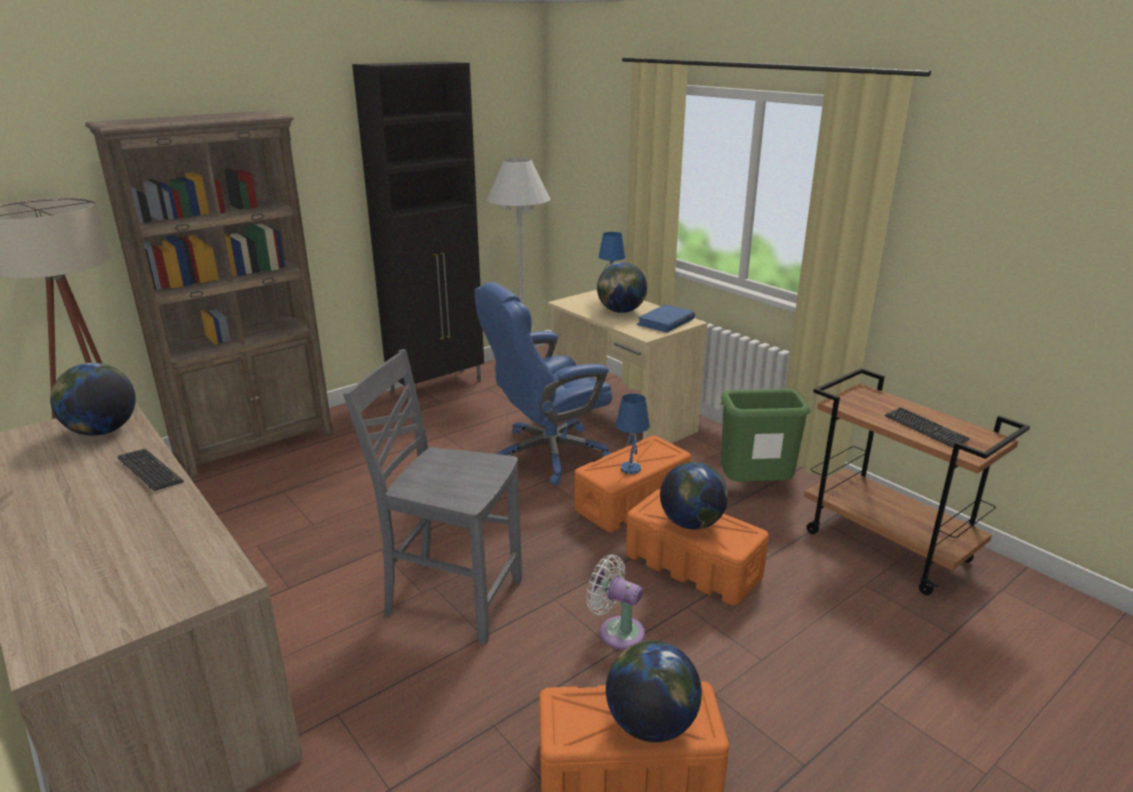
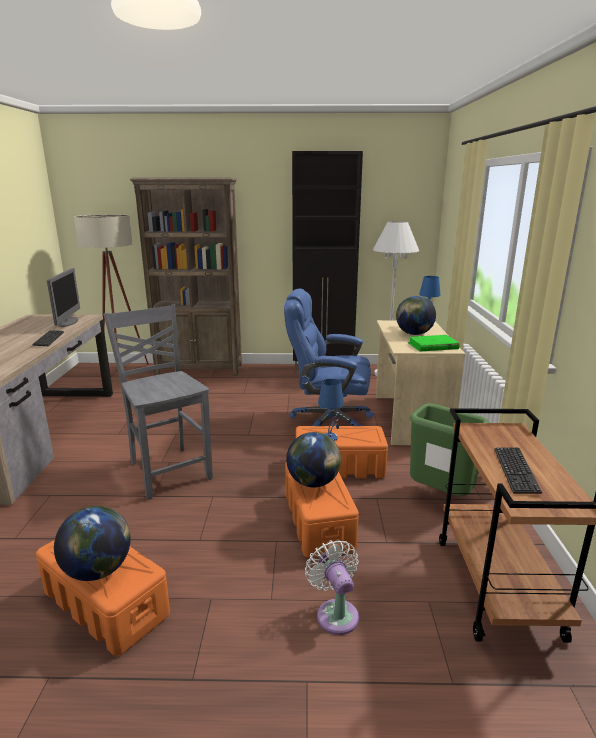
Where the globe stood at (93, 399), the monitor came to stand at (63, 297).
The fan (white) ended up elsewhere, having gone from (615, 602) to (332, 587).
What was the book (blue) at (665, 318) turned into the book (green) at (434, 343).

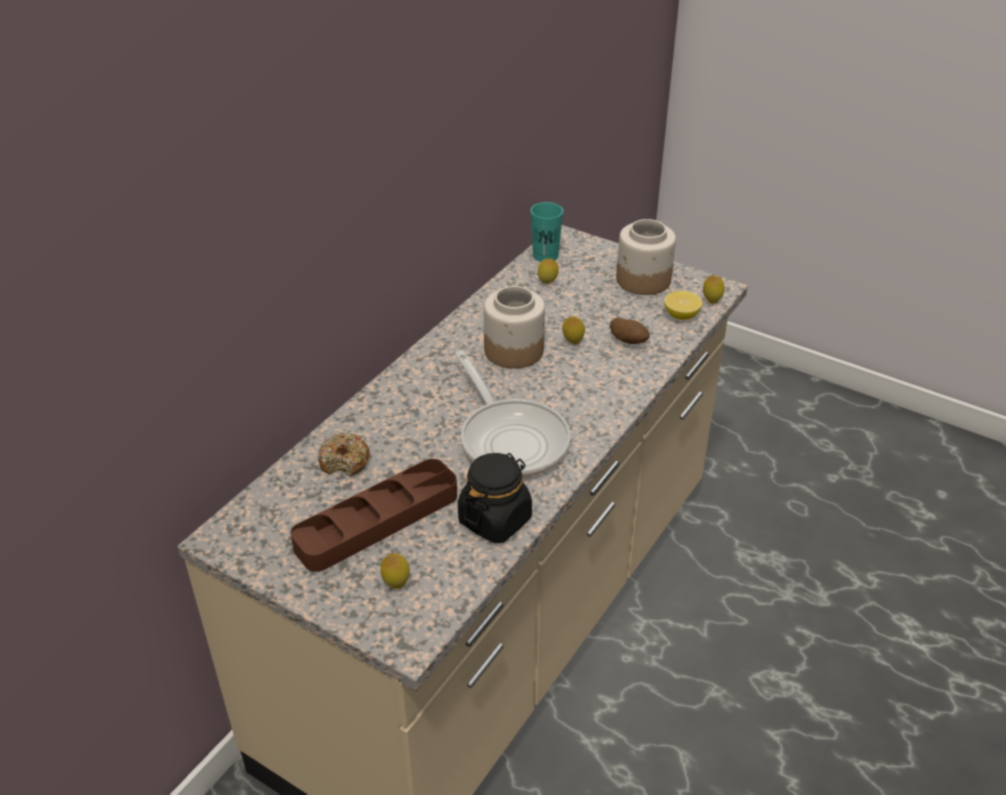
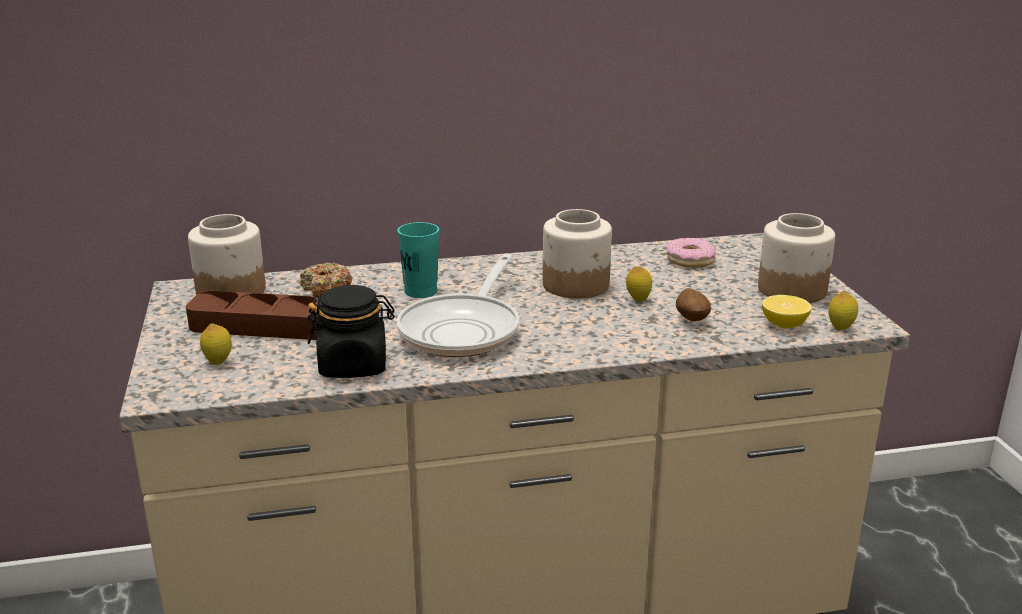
The second view gained the jar at (227, 254).
The cup (turquoise) ended up elsewhere, having gone from (547, 232) to (418, 260).
Where the lemon stood at (548, 271), the donut came to stand at (691, 253).

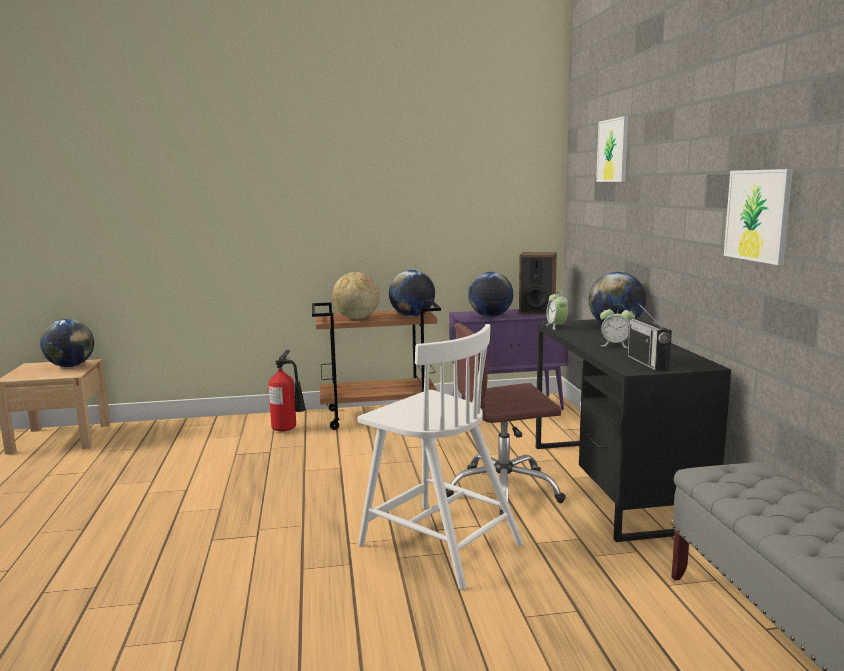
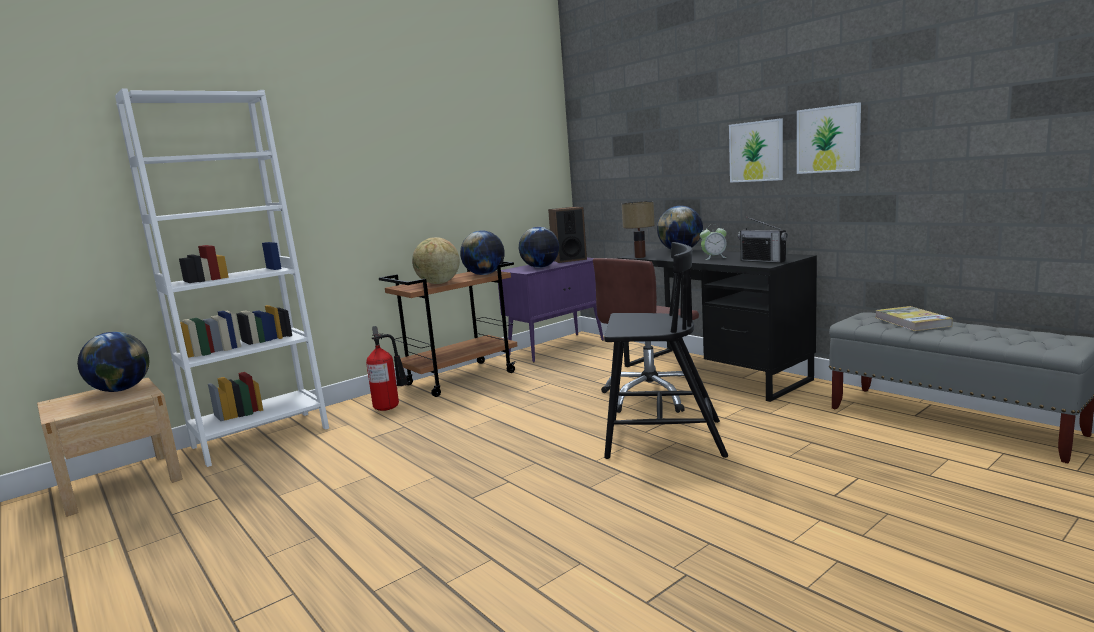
The second view gained the bookcase (white) at (222, 277).
What was the chair (white) at (441, 457) turned into the chair (black) at (666, 350).
Where the alarm clock stood at (557, 310), the table lamp came to stand at (638, 229).
The picture ended up elsewhere, having gone from (612, 149) to (756, 150).
The second view gained the book at (914, 318).

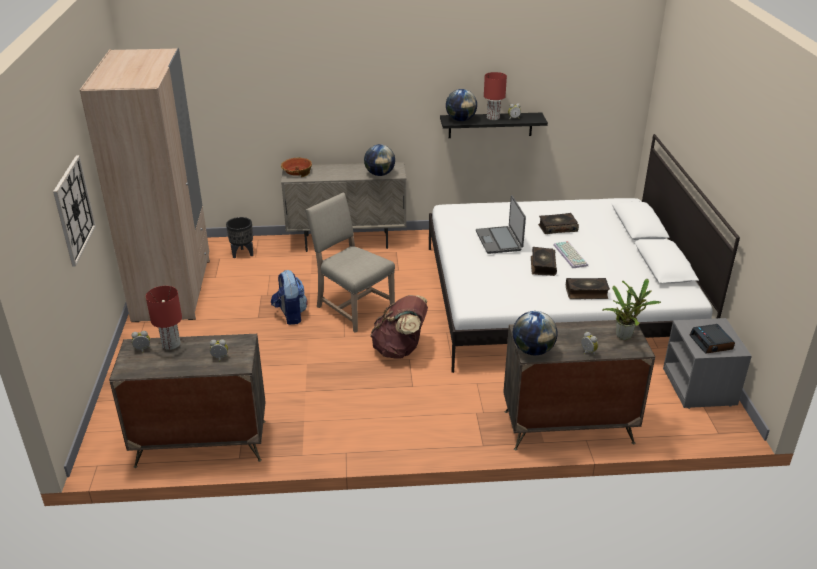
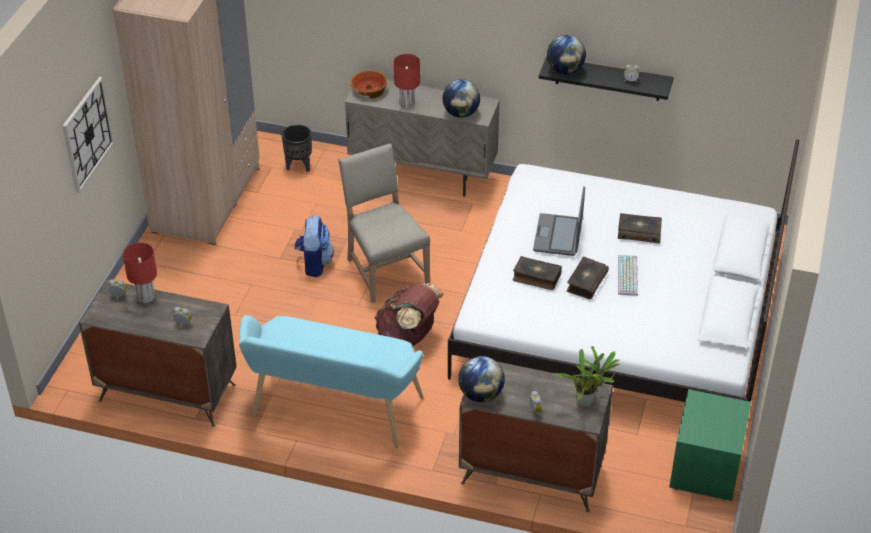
The second view gained the bench (turquoise) at (331, 382).
The table lamp (red) ended up elsewhere, having gone from (495, 96) to (407, 81).
The book ended up elsewhere, having gone from (588, 288) to (537, 273).
What was the nightstand (grey) at (707, 363) turned into the nightstand (green) at (710, 445).
The second view lost the alarm clock at (712, 339).

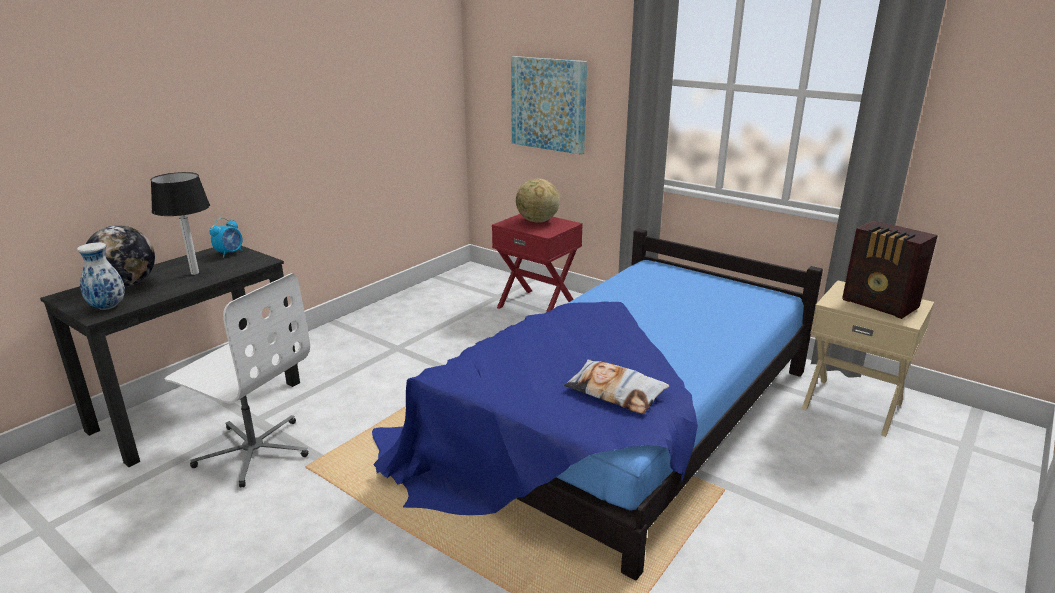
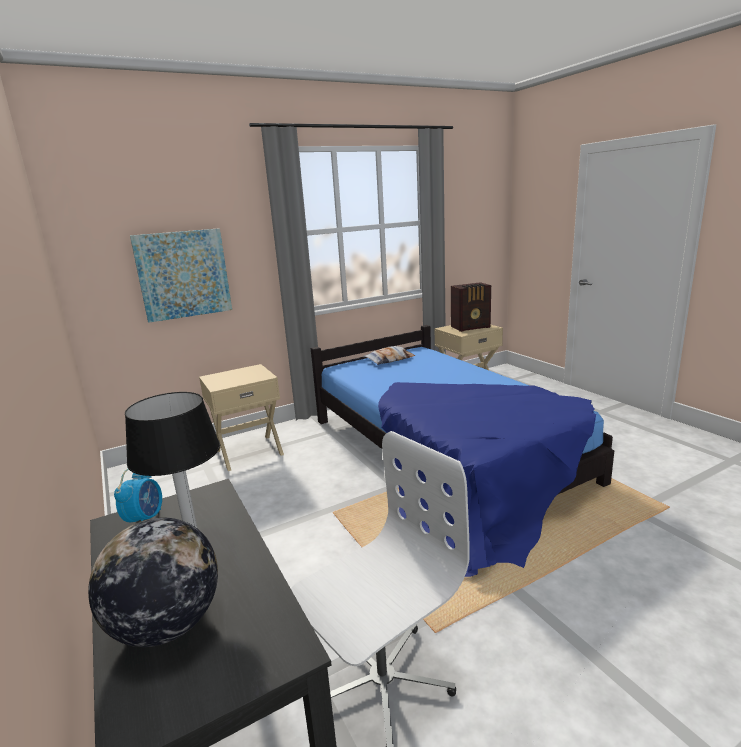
The alarm clock at (226, 238) ended up facing another way, 45 degrees clockwise from before.
What was the nightstand (red) at (537, 263) turned into the nightstand (beige) at (241, 417).
The pillow ended up elsewhere, having gone from (616, 386) to (389, 355).
The second view lost the vase at (101, 276).
The second view lost the globe at (538, 200).

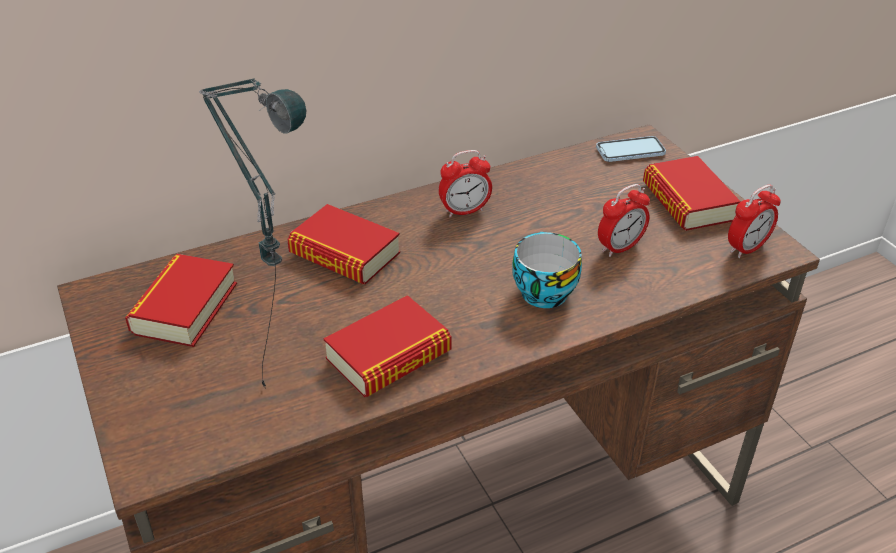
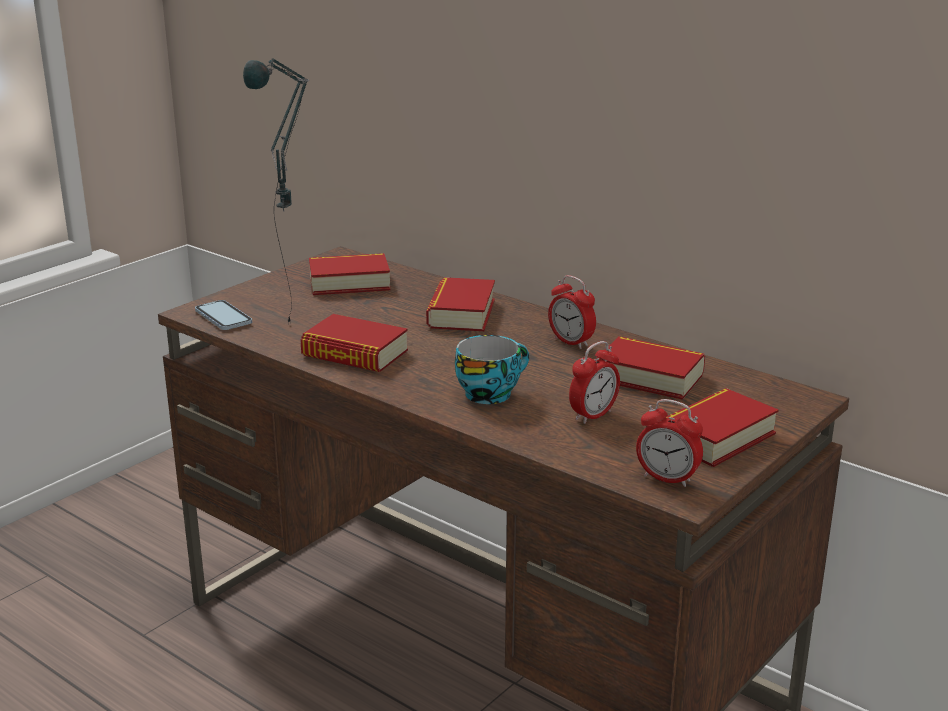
The phone ended up elsewhere, having gone from (631, 149) to (223, 315).
The alarm clock at (624, 220) ended up facing another way, 75 degrees counterclockwise from before.
The second view gained the book at (650, 368).

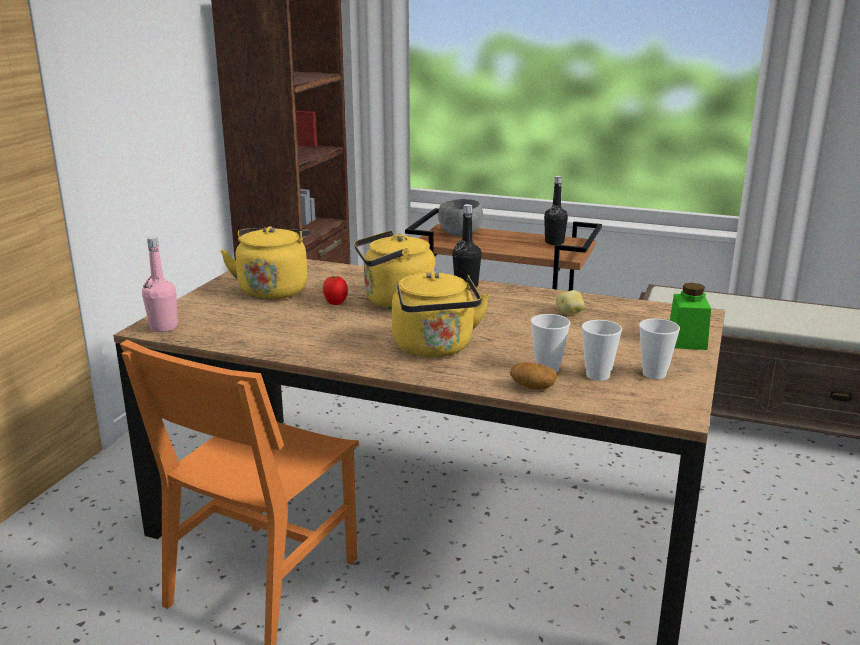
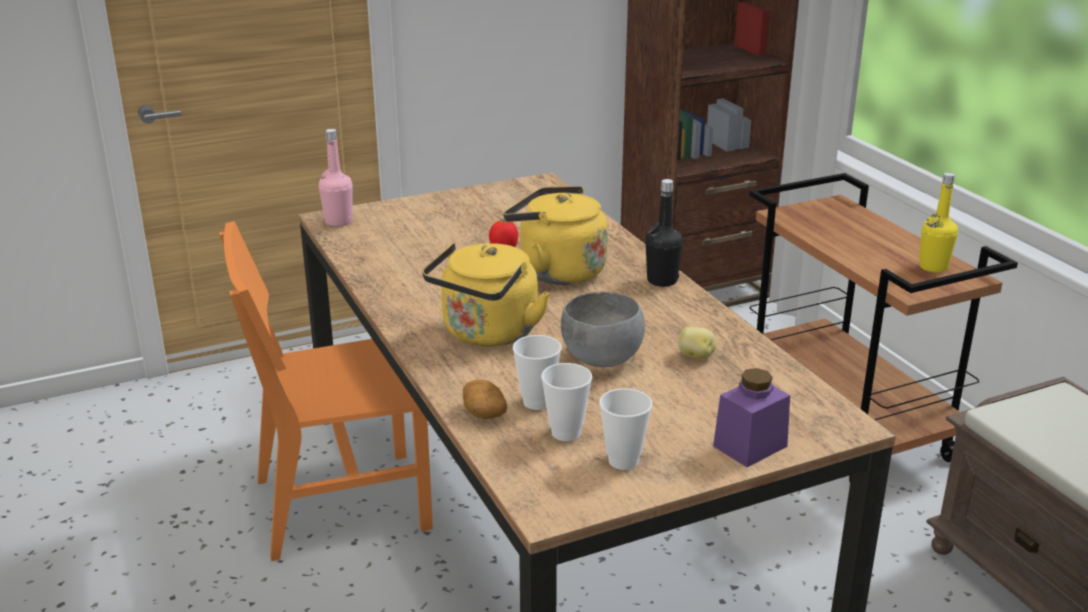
The bowl (grey) ended up elsewhere, having gone from (460, 217) to (603, 329).
What was the jar (green) at (690, 316) turned into the jar (purple) at (751, 417).
What was the bottle (black) at (556, 210) turned into the bottle (yellow) at (938, 223).
The second view lost the kettle (yellow) at (265, 263).

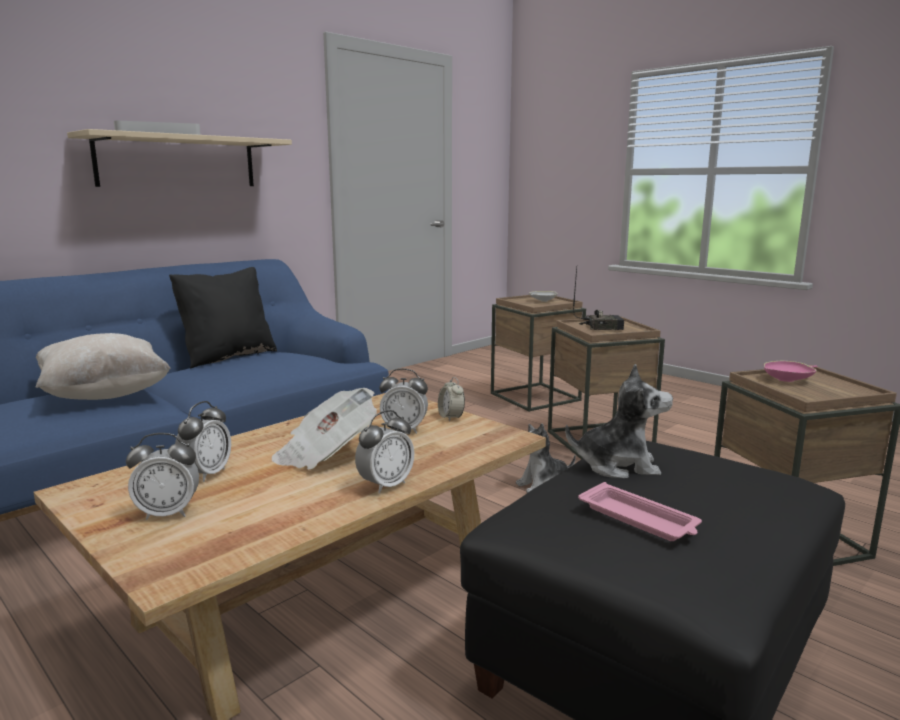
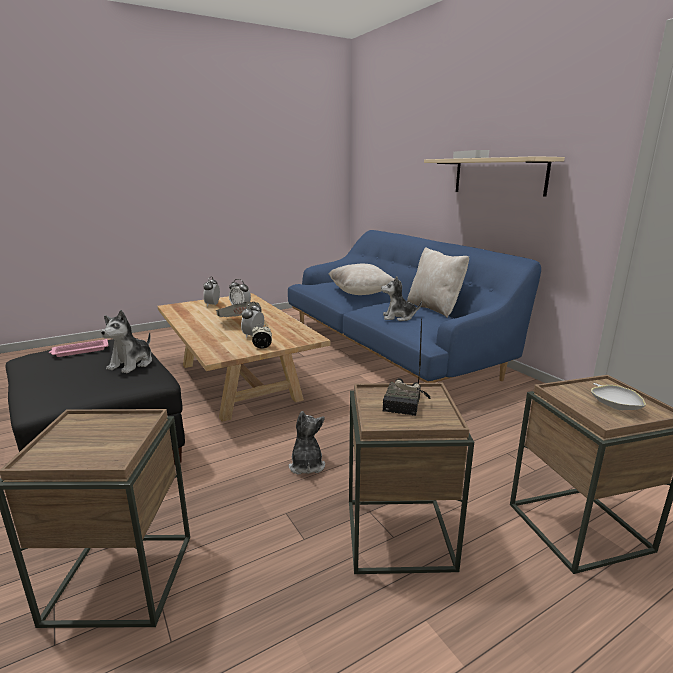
The second view gained the plush toy at (401, 298).
What was the pillow (black) at (223, 317) turned into the pillow (beige) at (438, 282).
The second view lost the alarm clock at (384, 452).
The second view lost the bowl (pink) at (791, 371).

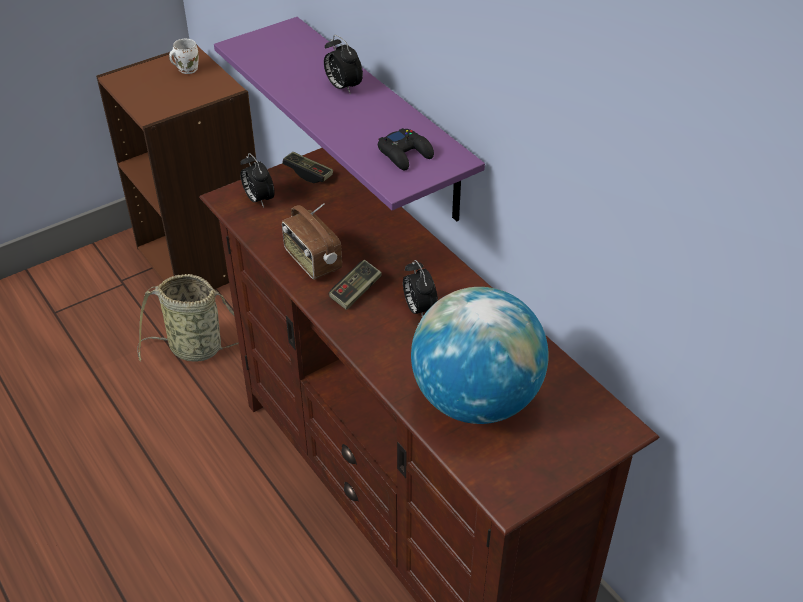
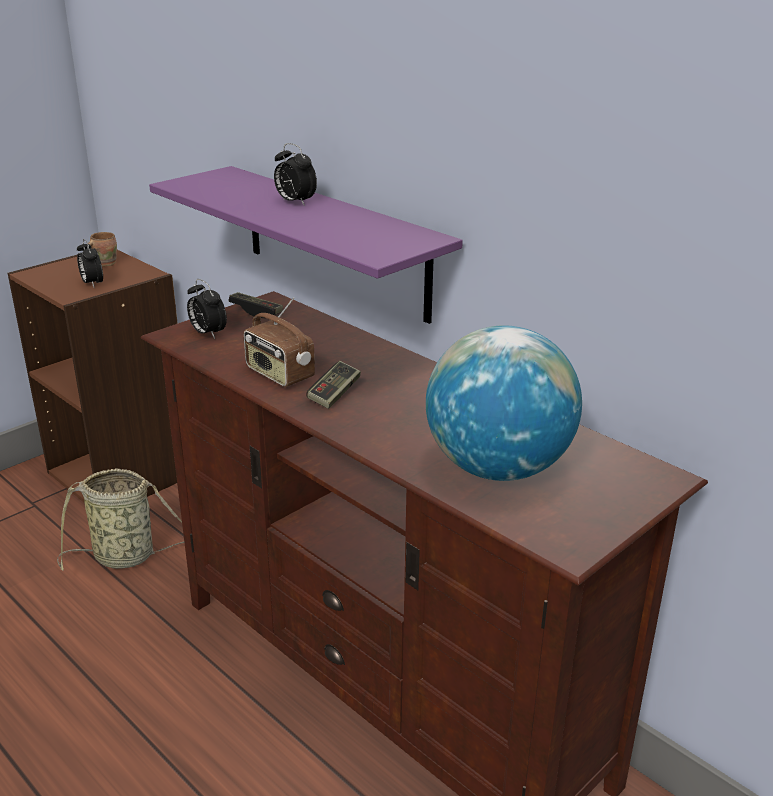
The alarm clock ended up elsewhere, having gone from (420, 288) to (90, 263).
What was the mug (white) at (184, 56) turned into the mug (brown) at (102, 249).
The second view lost the game controller (black) at (406, 149).

